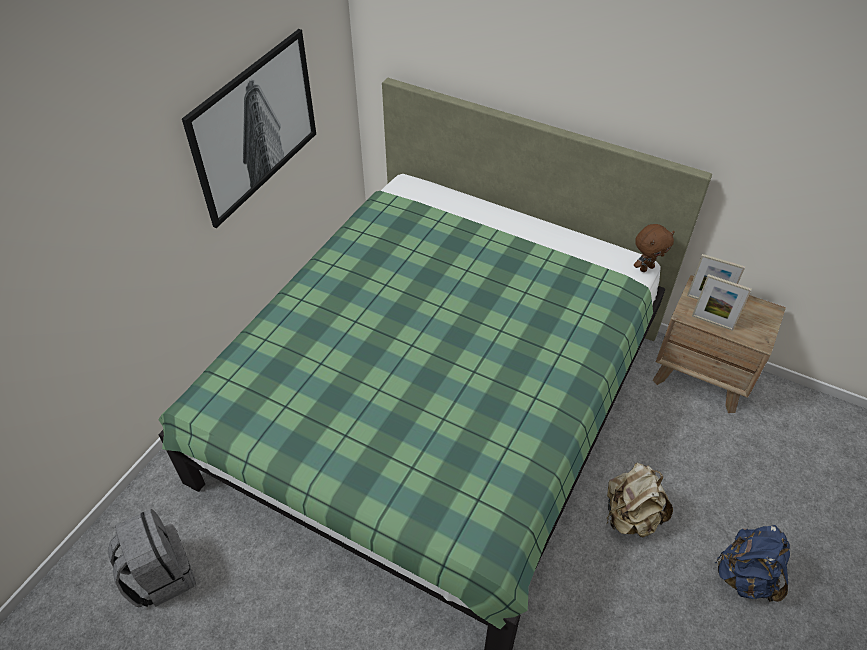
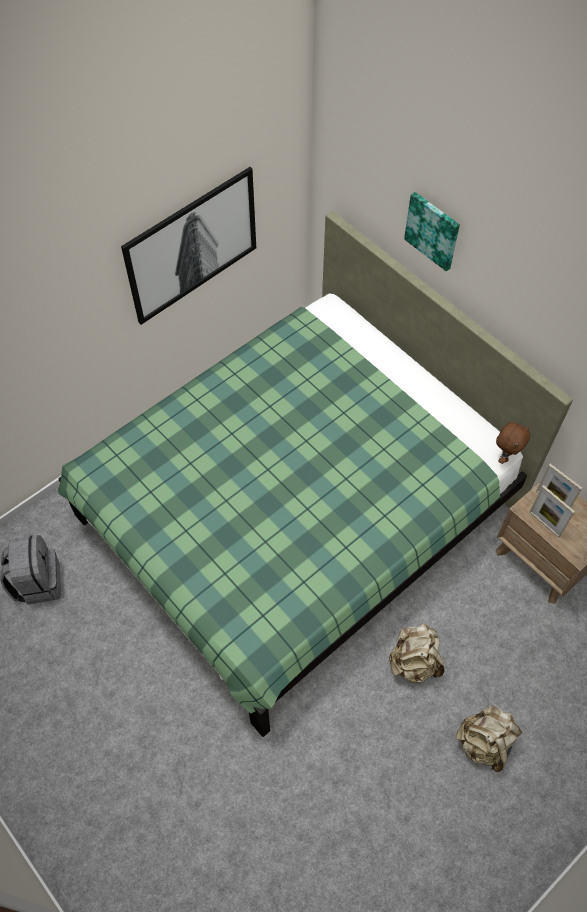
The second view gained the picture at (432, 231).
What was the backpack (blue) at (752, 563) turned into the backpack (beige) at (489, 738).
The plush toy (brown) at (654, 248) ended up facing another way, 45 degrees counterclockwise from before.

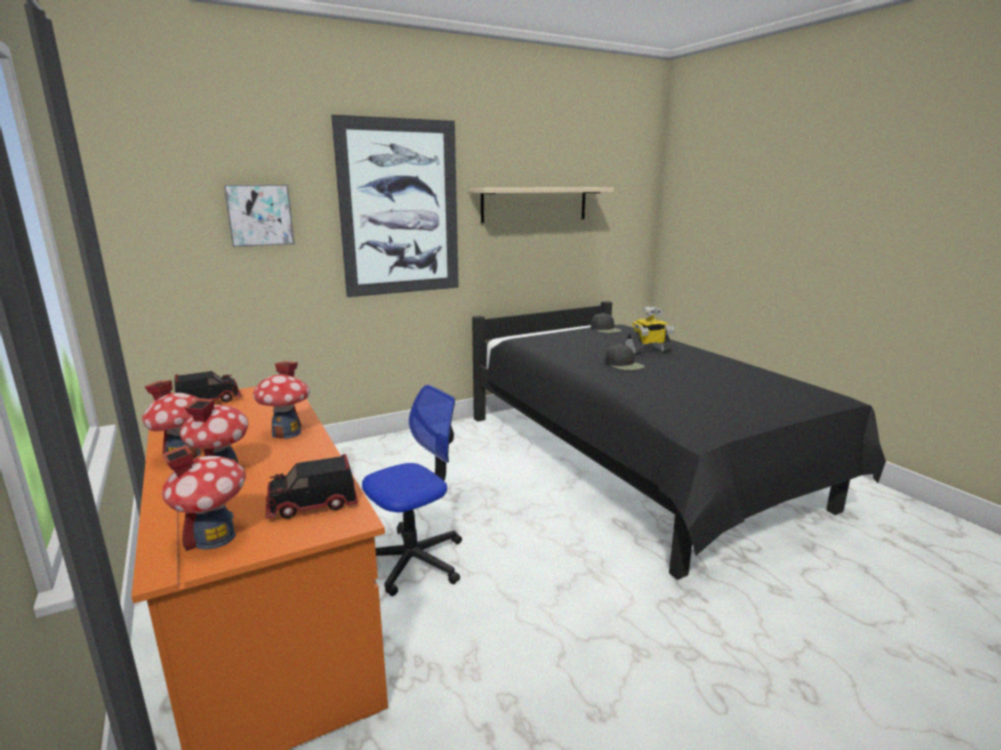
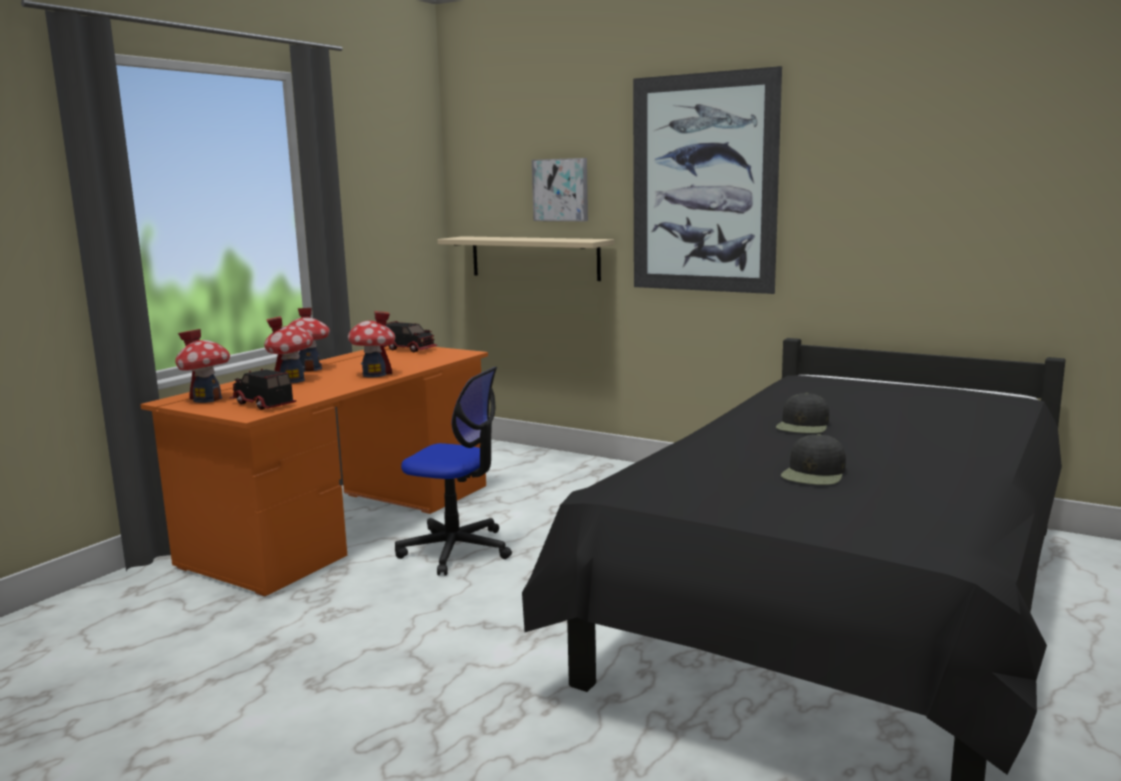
The shelf (beige) ended up elsewhere, having gone from (541, 205) to (525, 258).
The cap (black) ended up elsewhere, having gone from (606, 323) to (813, 459).
The second view lost the toy robot at (649, 330).

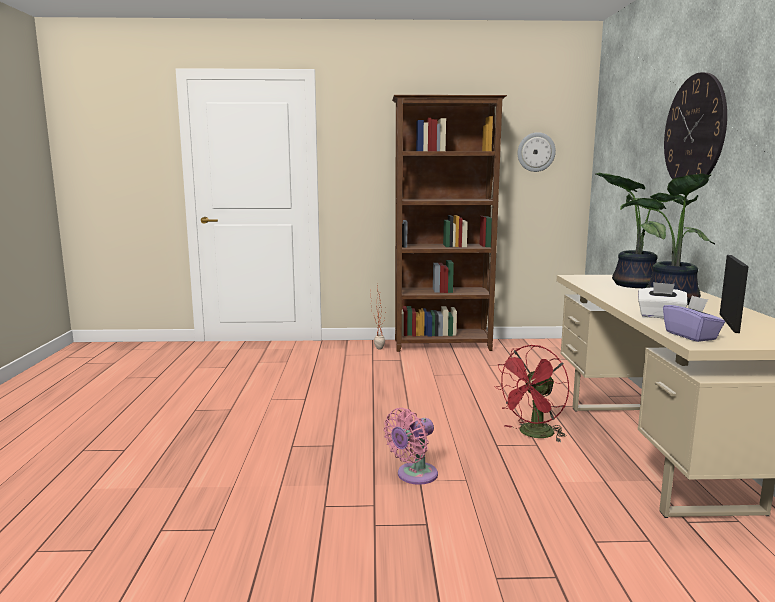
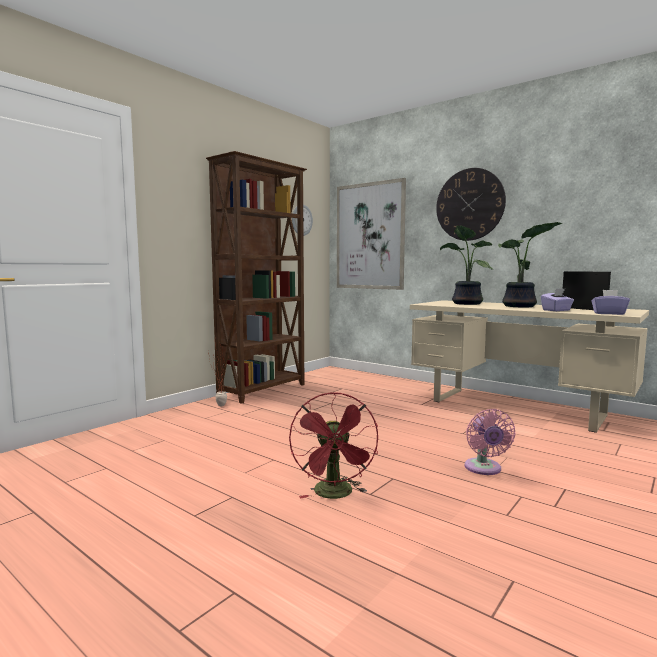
The fan (red) ended up elsewhere, having gone from (531, 393) to (333, 445).
The second view gained the picture at (371, 234).
What was the tissue box (white) at (663, 300) turned into the tissue box (purple) at (557, 300).

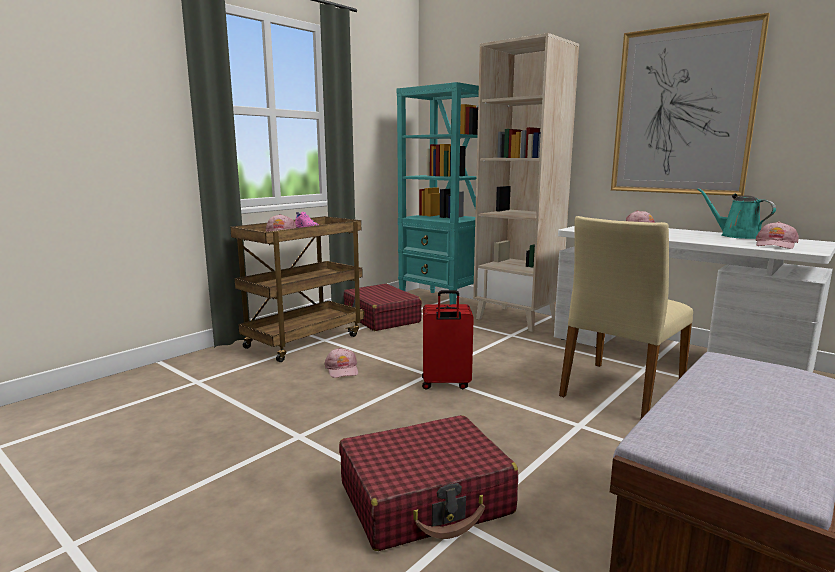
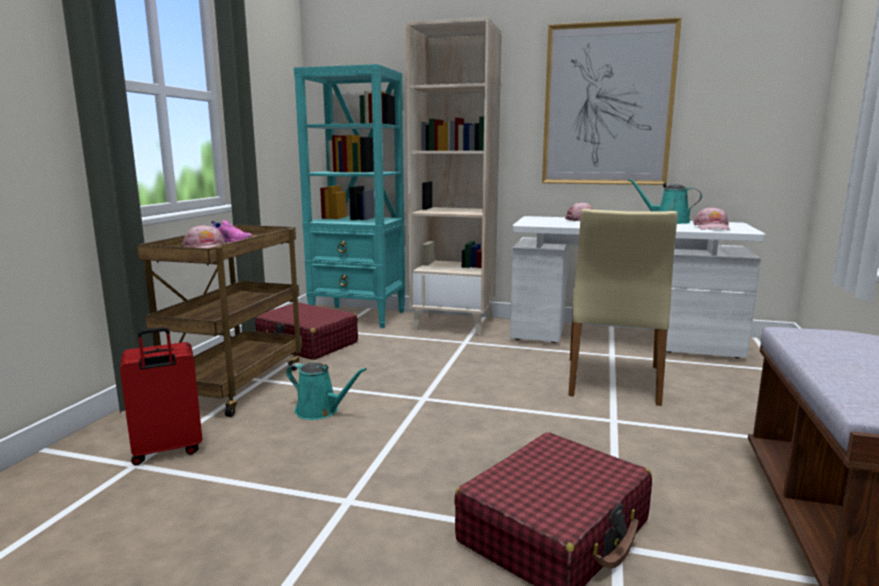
The suitcase (red) ended up elsewhere, having gone from (448, 340) to (161, 396).
Where the cap (pink) stood at (341, 363), the watering can (turquoise) came to stand at (326, 391).

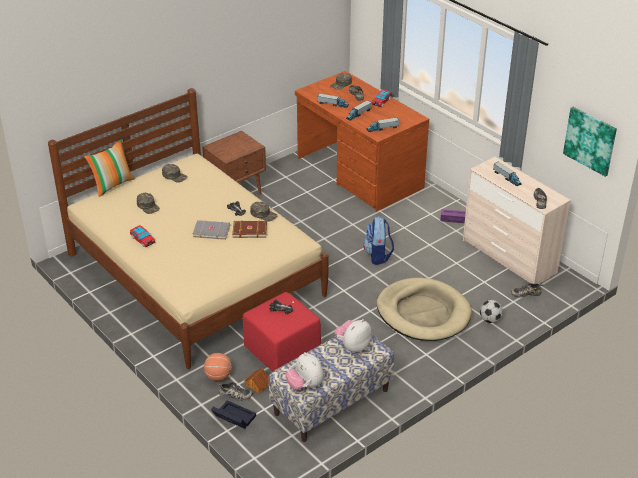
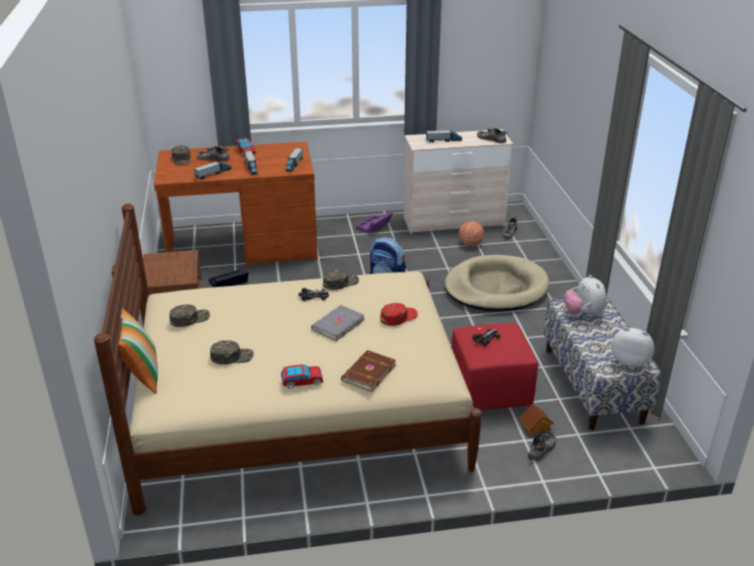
The storage box (black) ended up elsewhere, having gone from (233, 414) to (229, 278).
The book (brown) ended up elsewhere, having gone from (249, 229) to (368, 371).
The second view gained the cap (red) at (399, 314).
The basketball ended up elsewhere, having gone from (217, 367) to (471, 233).
The plush toy at (305, 371) ended up facing another way, 150 degrees counterclockwise from before.
The second view lost the football at (491, 311).
The second view lost the picture at (590, 142).

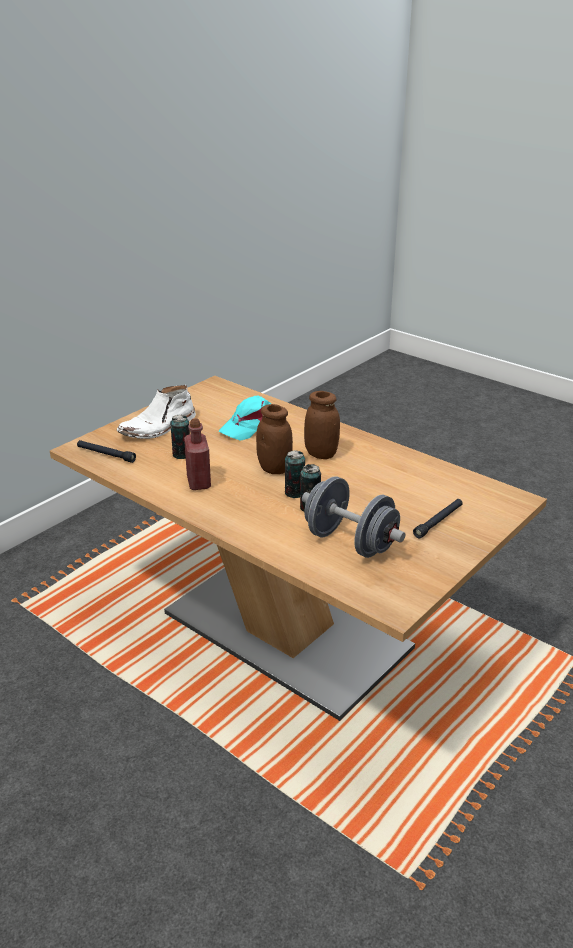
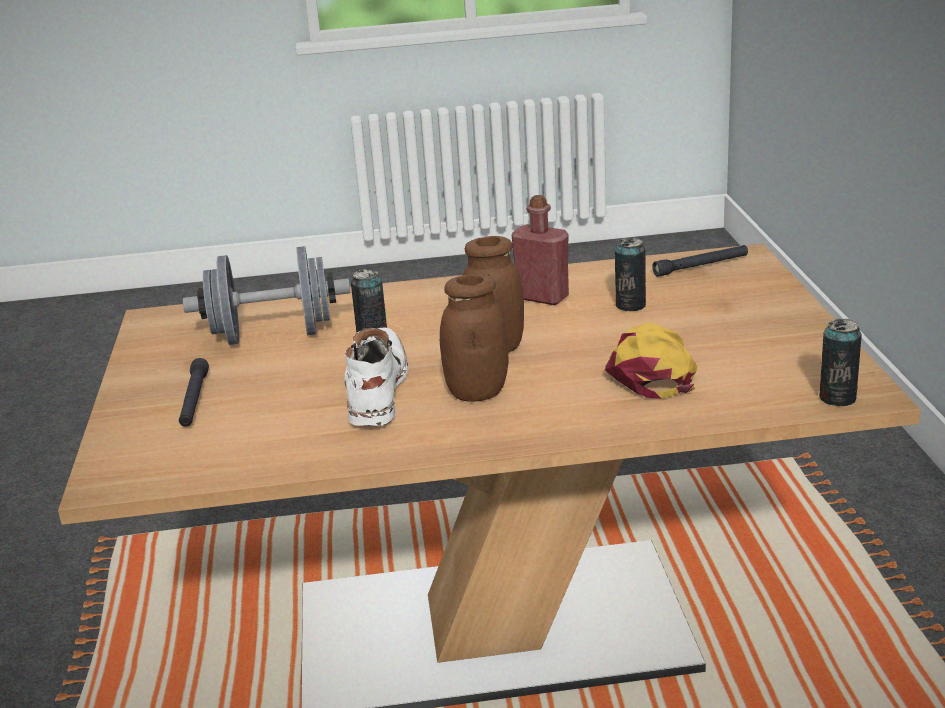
The boot (white) ended up elsewhere, having gone from (156, 412) to (376, 376).
What was the cap (turquoise) at (244, 418) turned into the cap (yellow) at (651, 361).
The can ended up elsewhere, having gone from (295, 474) to (840, 362).

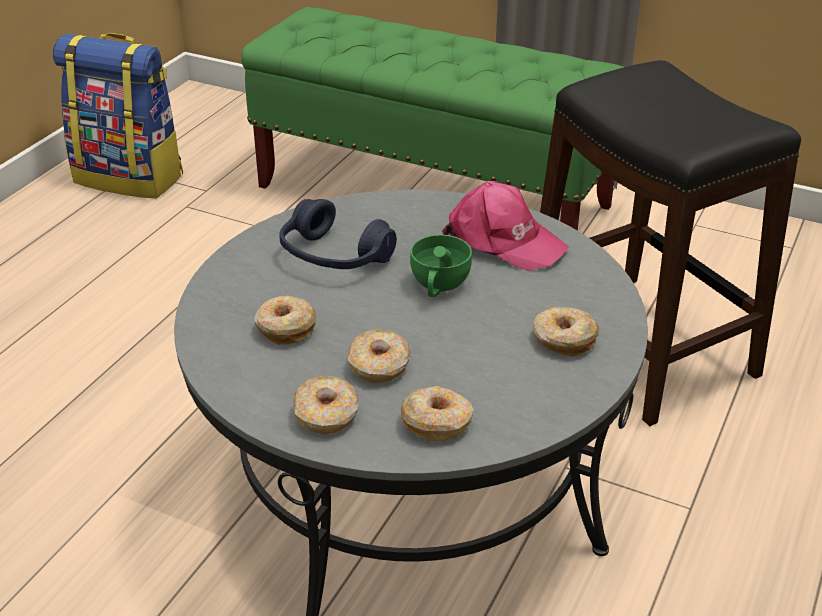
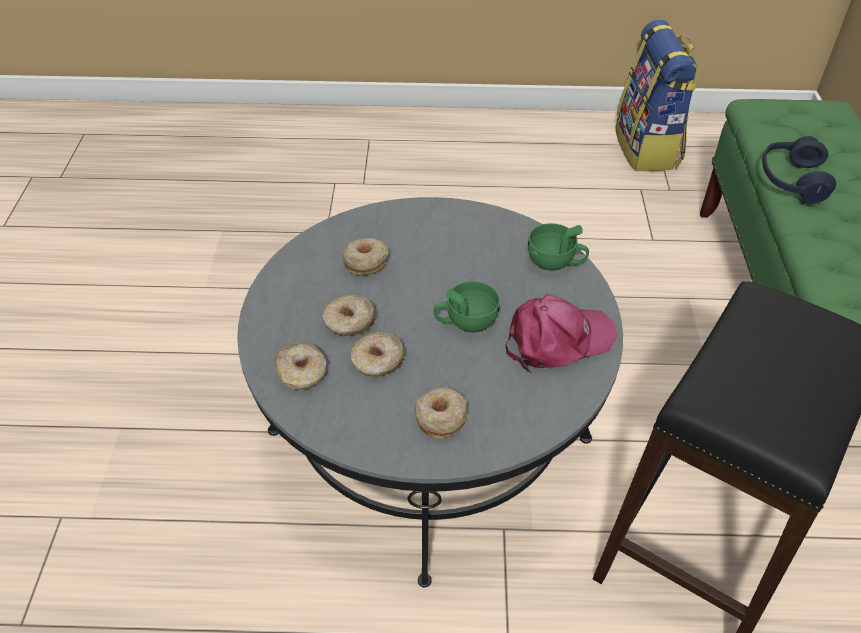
The donut ended up elsewhere, having gone from (326, 405) to (378, 354).
The cap (pink) at (505, 226) ended up facing another way, 120 degrees counterclockwise from before.
The second view gained the cup (green) at (558, 247).
The headphones (blue) ended up elsewhere, having gone from (338, 234) to (799, 170).

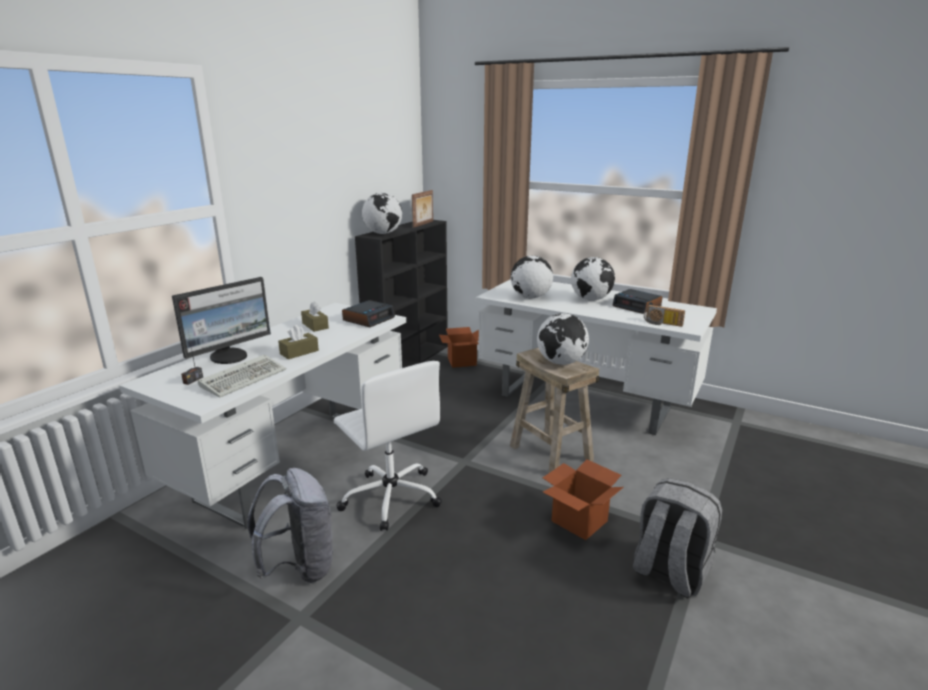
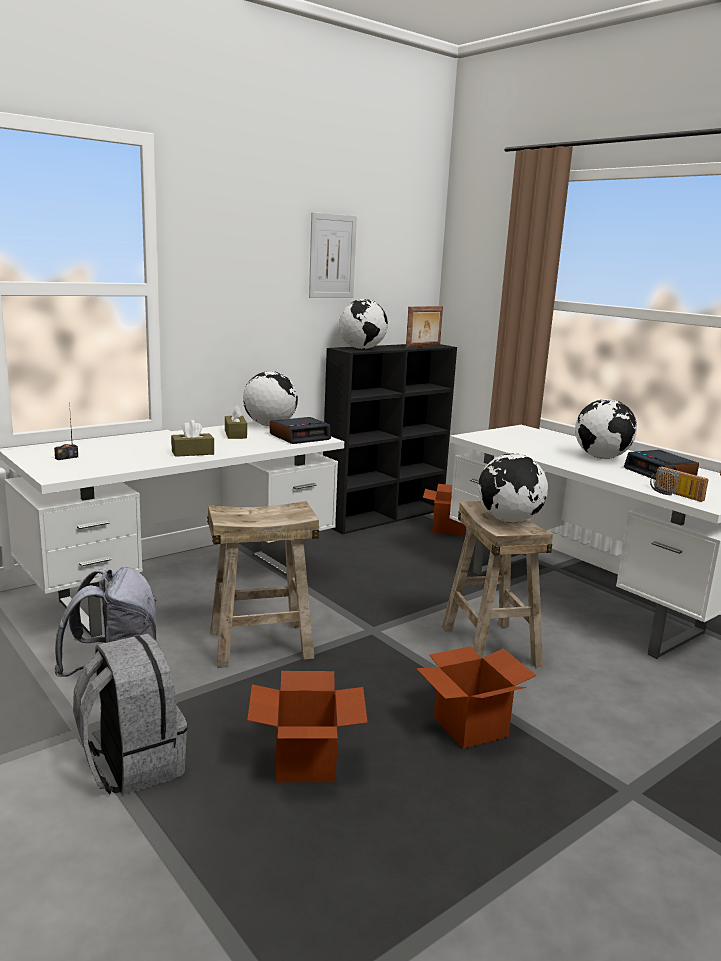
The backpack (grey) ended up elsewhere, having gone from (677, 538) to (130, 715).
Where the office chair (white) stood at (388, 446), the stool (beige) came to stand at (263, 584).
The globe ended up elsewhere, having gone from (532, 276) to (270, 398).
The second view gained the cardboard box at (307, 726).
The second view gained the picture at (333, 255).
The second view lost the monitor at (221, 320).
The second view lost the keyboard at (242, 376).

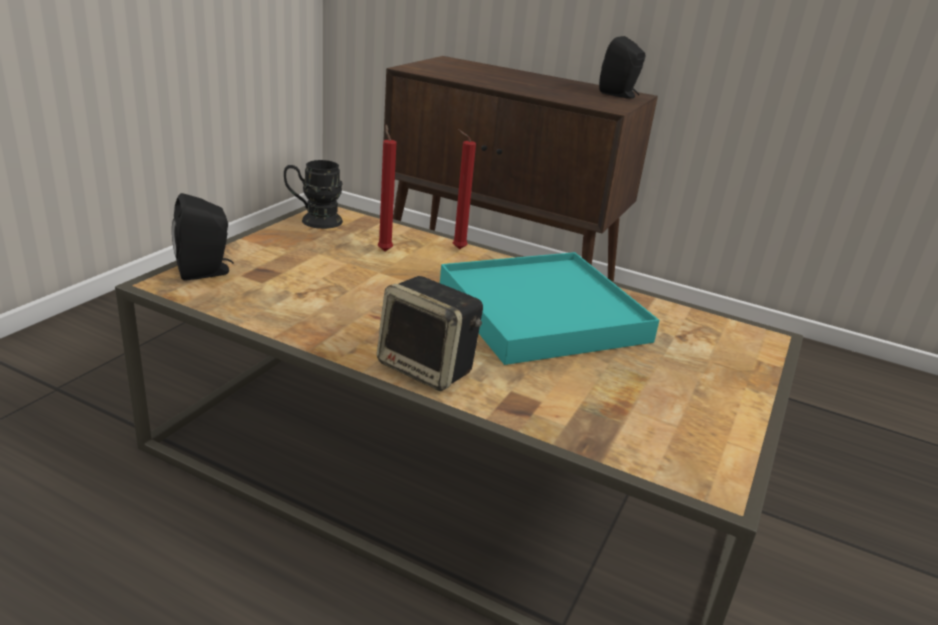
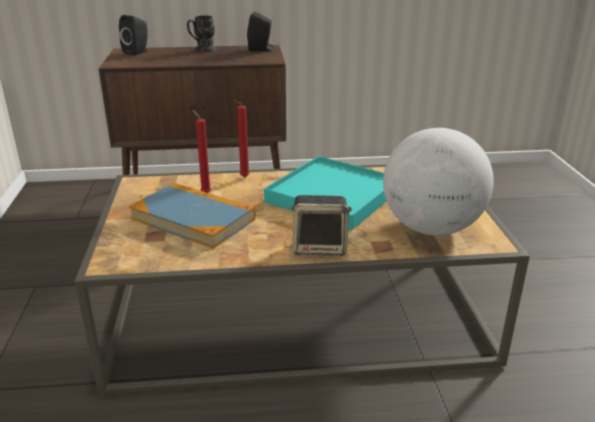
The speaker (black) ended up elsewhere, having gone from (203, 237) to (133, 35).
The second view gained the book at (192, 216).
The mug (black) ended up elsewhere, having gone from (313, 194) to (202, 34).
The second view gained the globe at (438, 181).

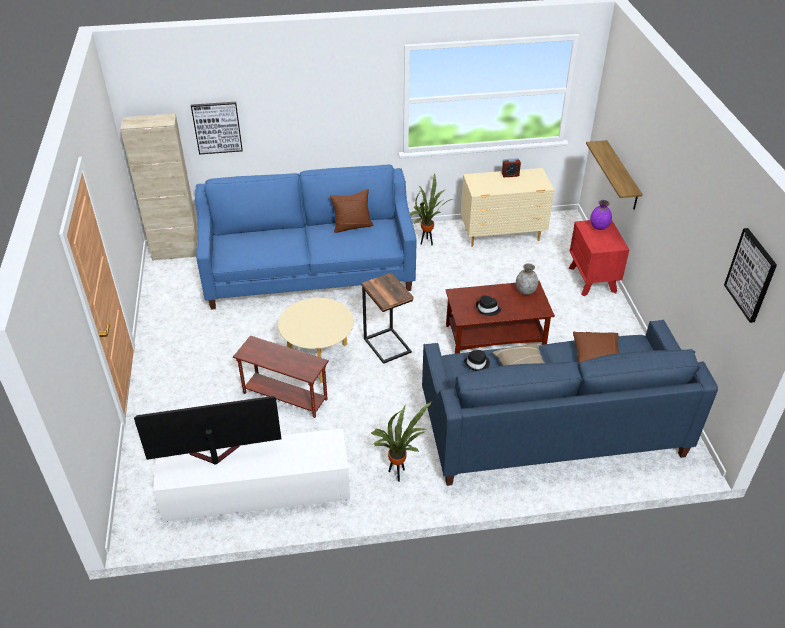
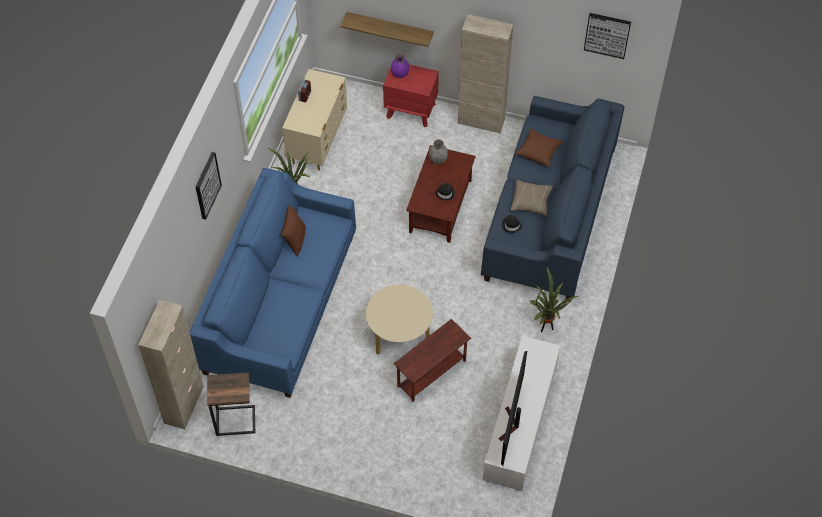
The picture ended up elsewhere, having gone from (217, 128) to (208, 186).
The side table ended up elsewhere, having gone from (387, 318) to (231, 404).
The second view gained the cabinet (beige) at (485, 74).

